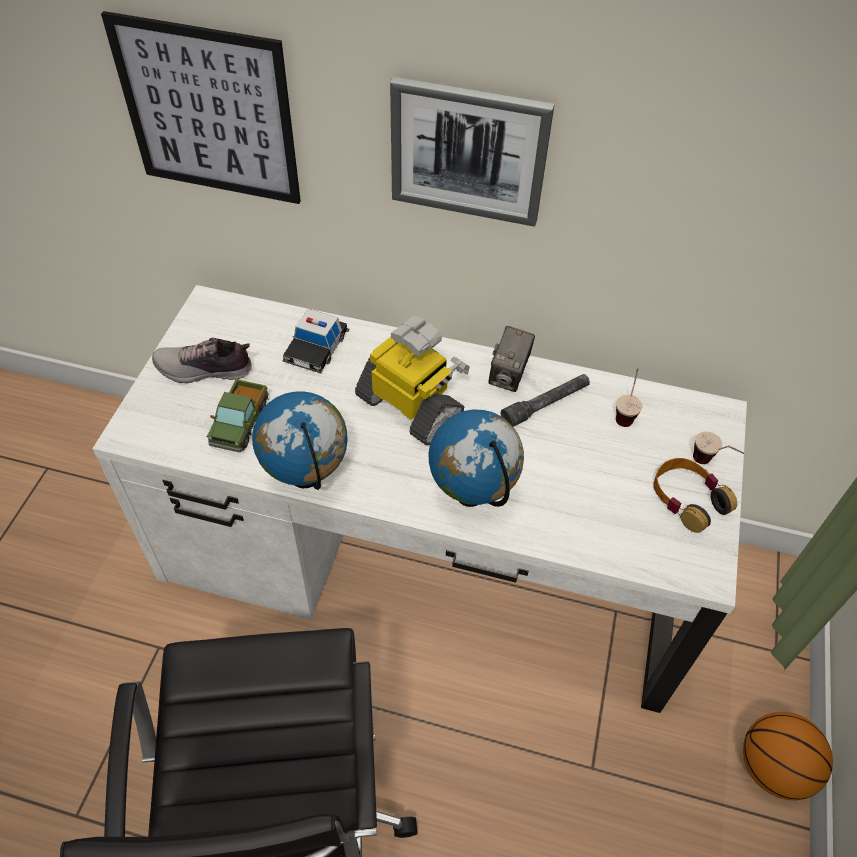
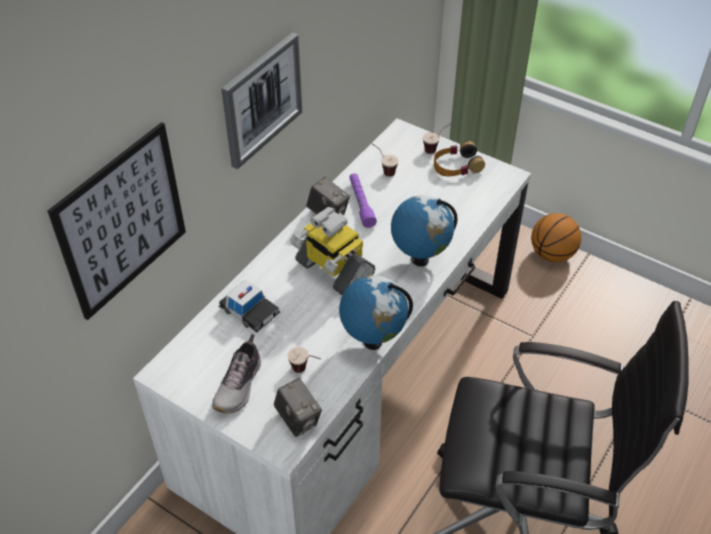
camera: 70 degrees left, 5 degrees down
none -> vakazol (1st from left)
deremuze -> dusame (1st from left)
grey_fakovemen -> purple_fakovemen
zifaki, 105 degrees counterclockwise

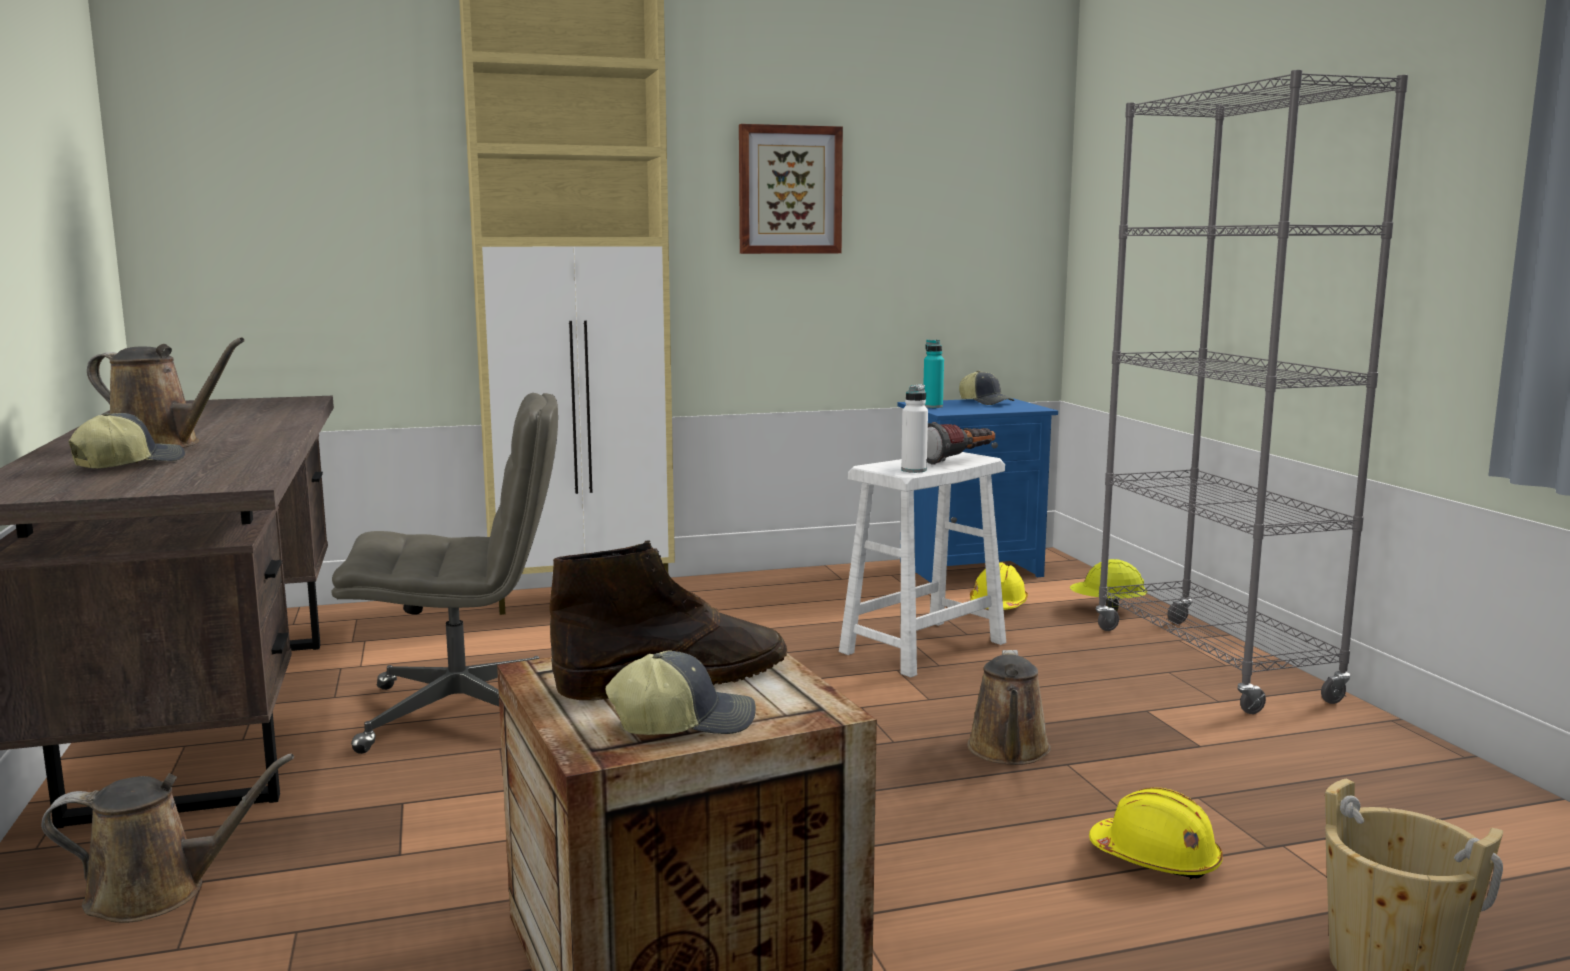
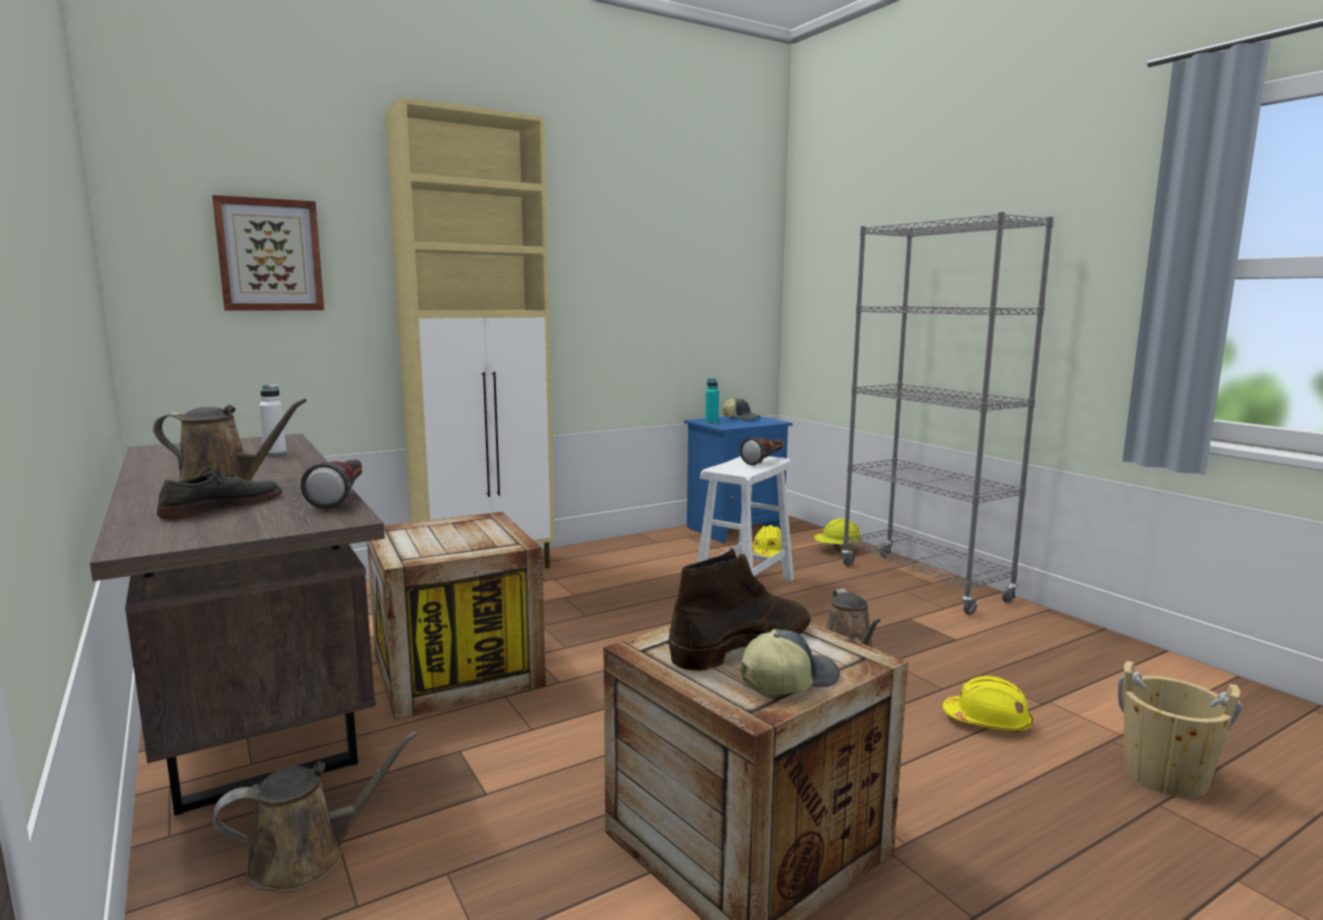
camera: 15 degrees left, 0 degrees up
none -> fakovemen (1st from left)
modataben, moved
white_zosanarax, moved
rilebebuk (1st from left) -> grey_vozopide
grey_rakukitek -> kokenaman (1st from left)

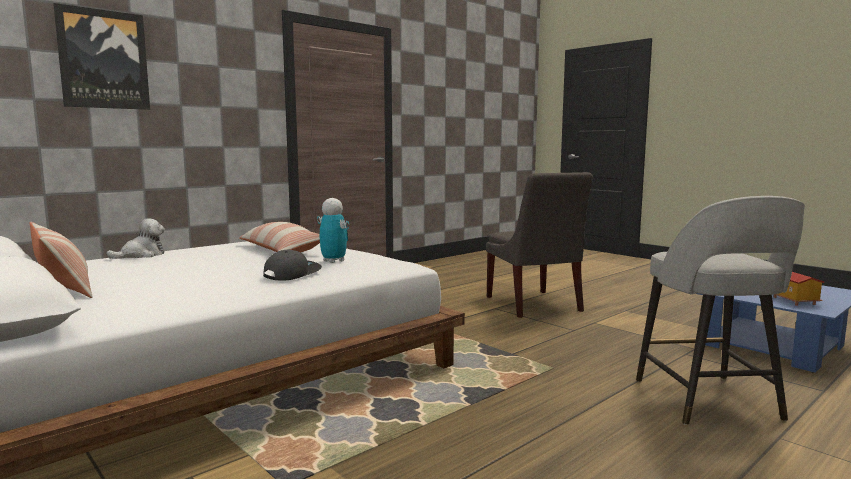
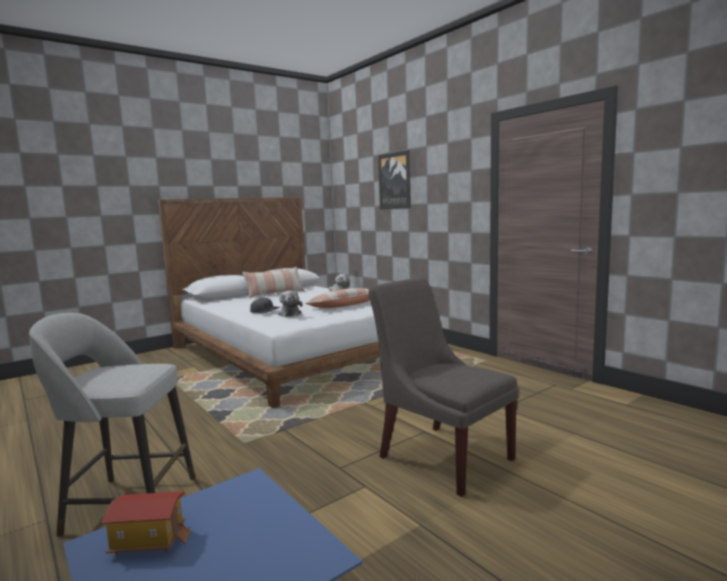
camera: 95 degrees right, 0 degrees up
zifaki -> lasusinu (1st from left)
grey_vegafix, 60 degrees clockwise

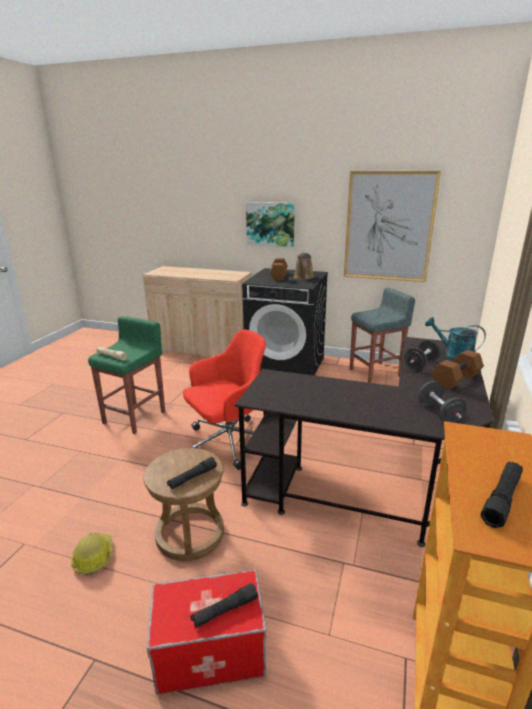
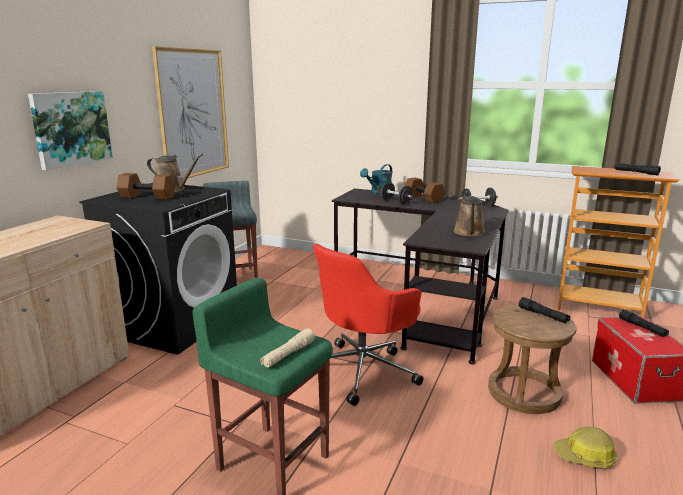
camera: 85 degrees left, 5 degrees down
none -> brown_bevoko (2nd from left)
red_rakukitek, 105 degrees counterclockwise

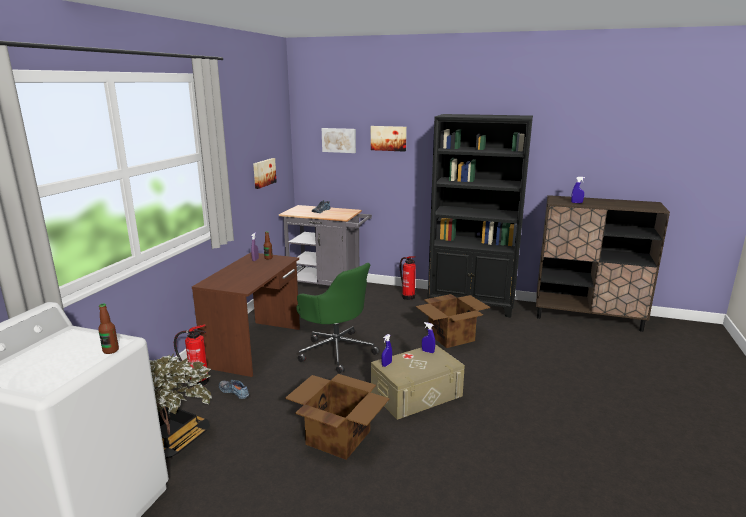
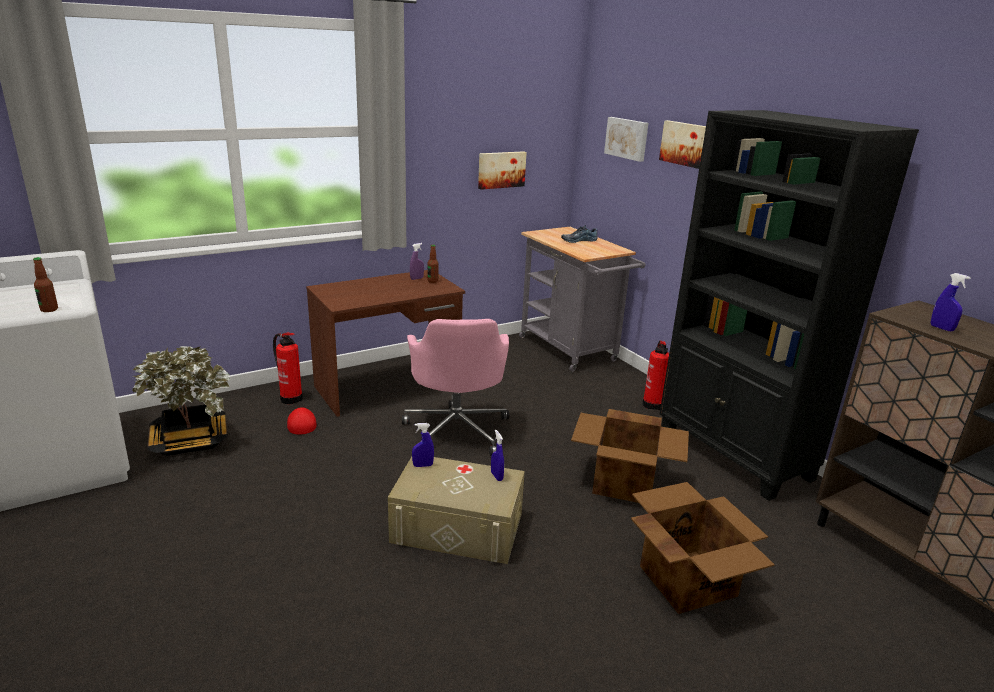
camera: 40 degrees right, 5 degrees up
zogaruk (1st from left in the first image) -> zogaruk (2nd from left), moved
vozopide (1st from left) -> red_rilebebuk
green_rakukitek -> pink_rakukitek

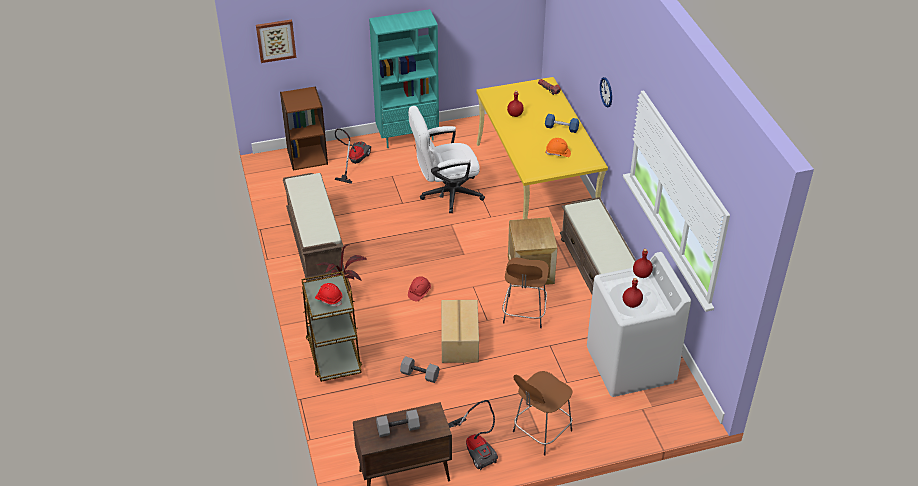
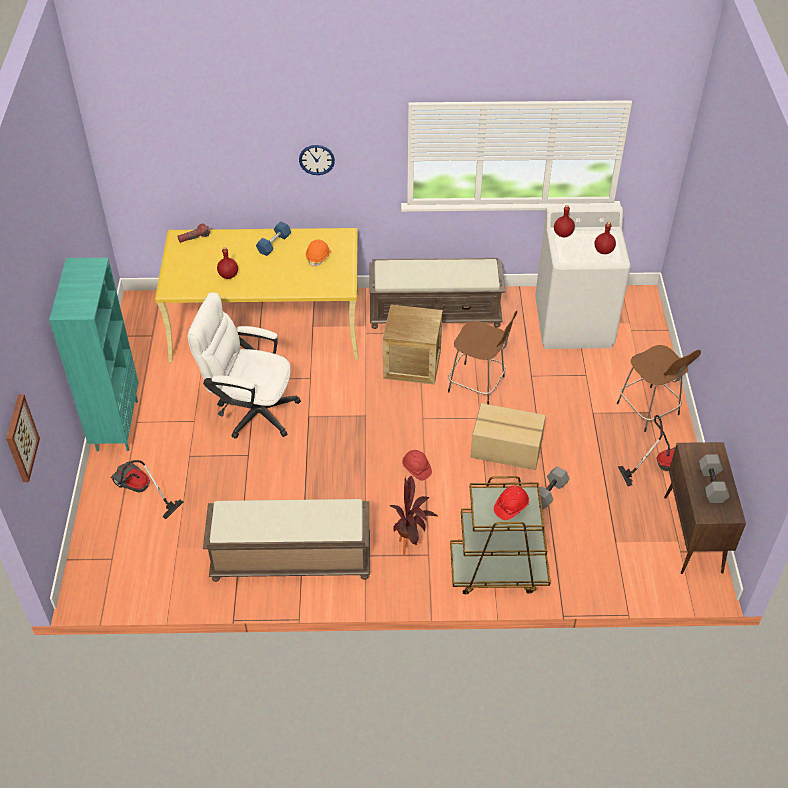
camera: 75 degrees left, 5 degrees up
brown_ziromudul -> none
white_rakukitek, 105 degrees clockwise

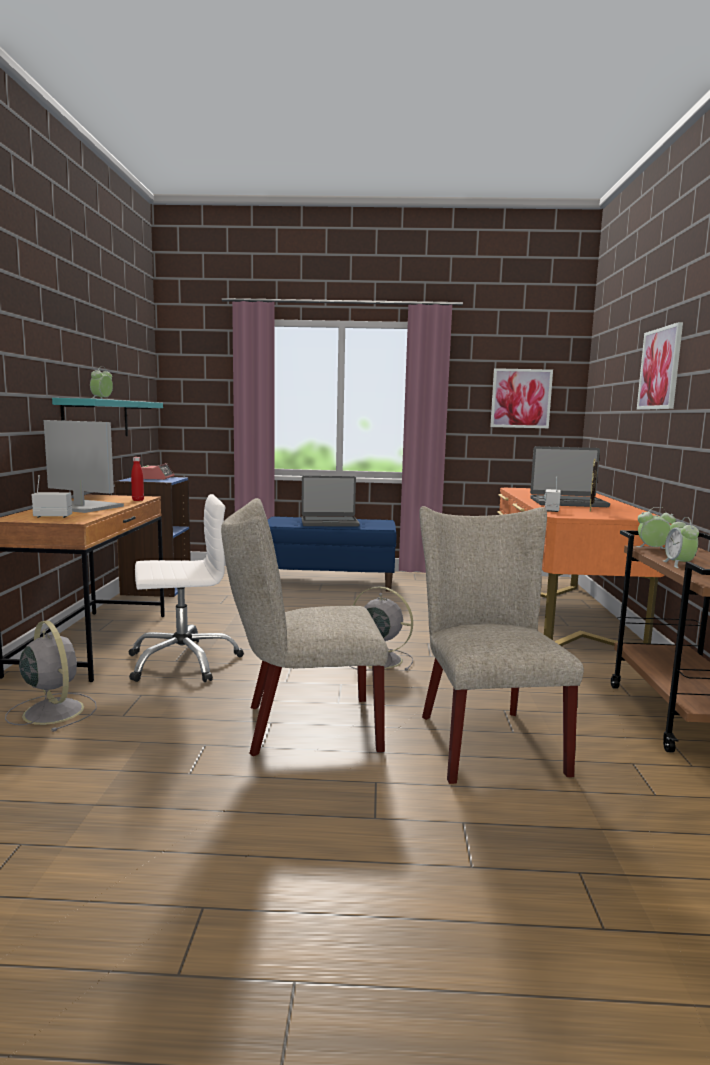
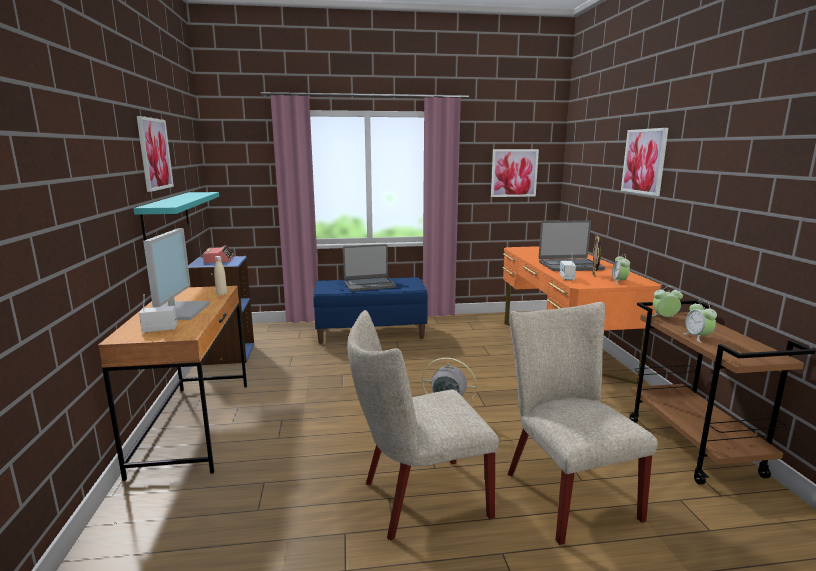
camera: 10 degrees left, 5 degrees up
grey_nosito (1st from left) -> none
white_rakukitek -> none
none -> modataben (1st from left)
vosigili (1st from left in the first image) -> vosigili (2nd from left), moved
red_zosanarax -> beige_zosanarax
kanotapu, 75 degrees clockwise

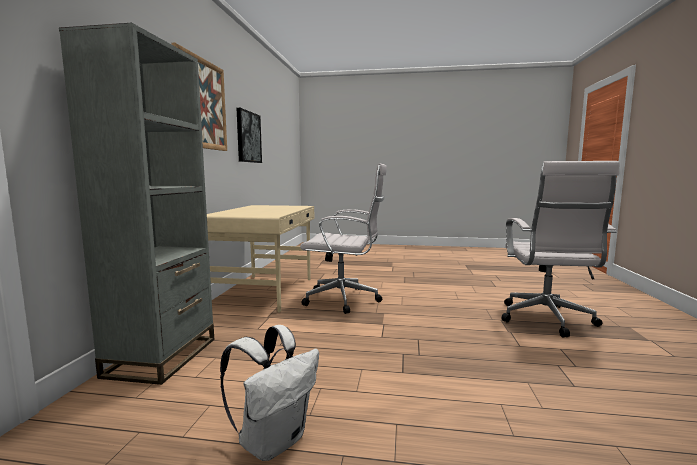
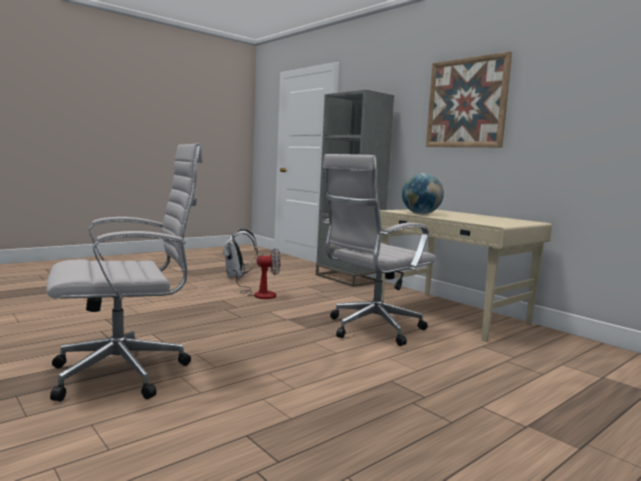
camera: 130 degrees right, 0 degrees up
modataben (2nd from left) -> none
none -> nosito
none -> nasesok
white_rakukitek (2nd from left in the first image) -> white_rakukitek (1st from left), 105 degrees clockwise

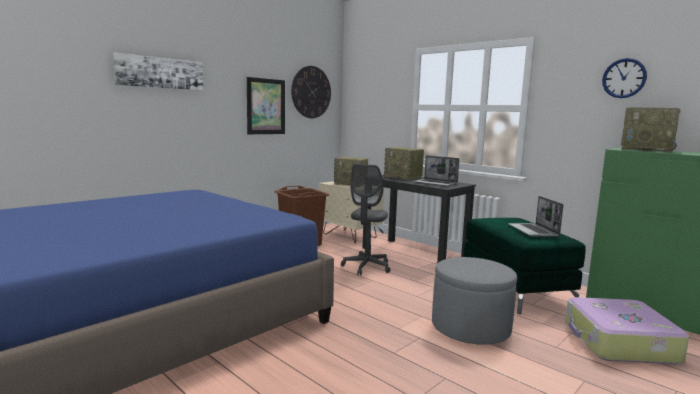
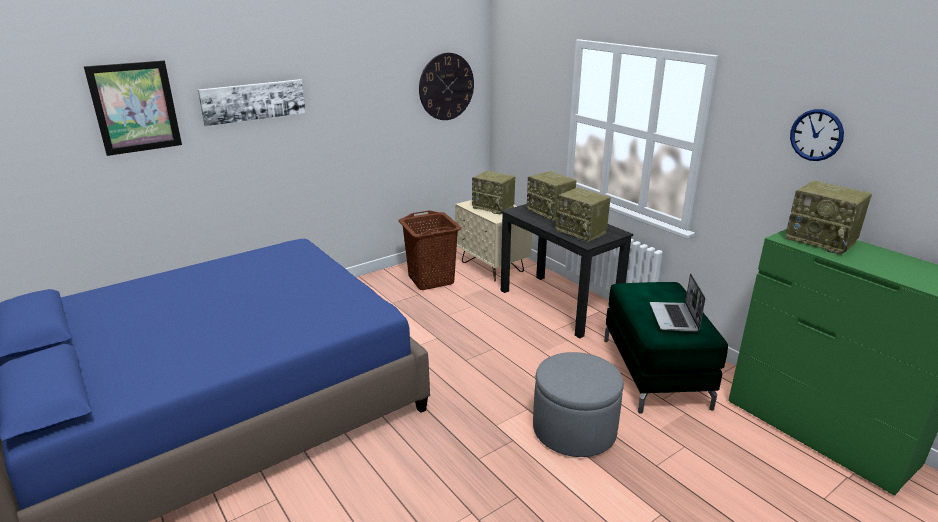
camera: 10 degrees right, 15 degrees up
grey_rakukitek -> none
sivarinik -> none
modataben (2nd from left in the first image) -> modataben (1st from left), moved
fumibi (1st from left) -> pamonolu (3rd from left)

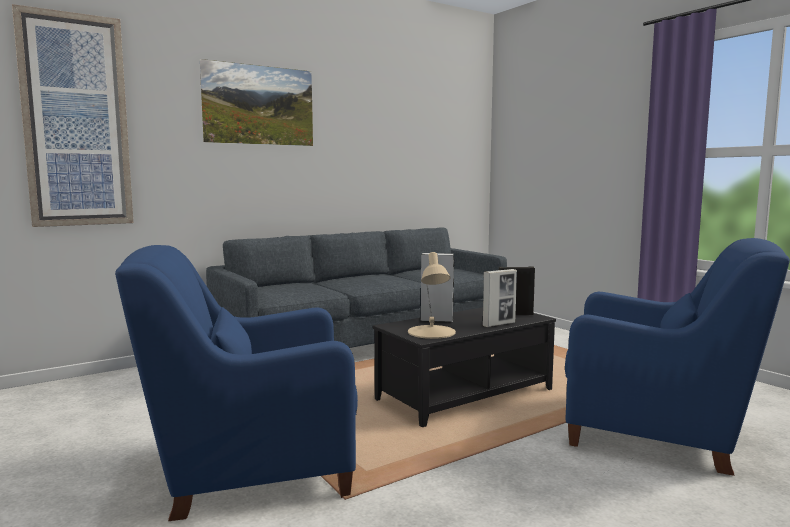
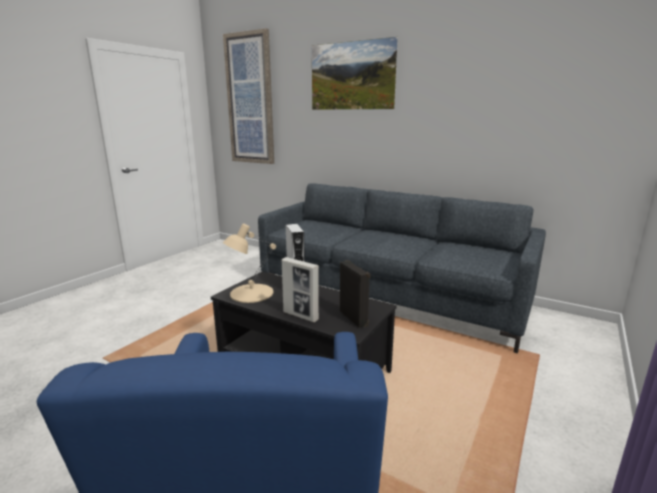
camera: 65 degrees right, 10 degrees up
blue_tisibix (1st from left) -> none

